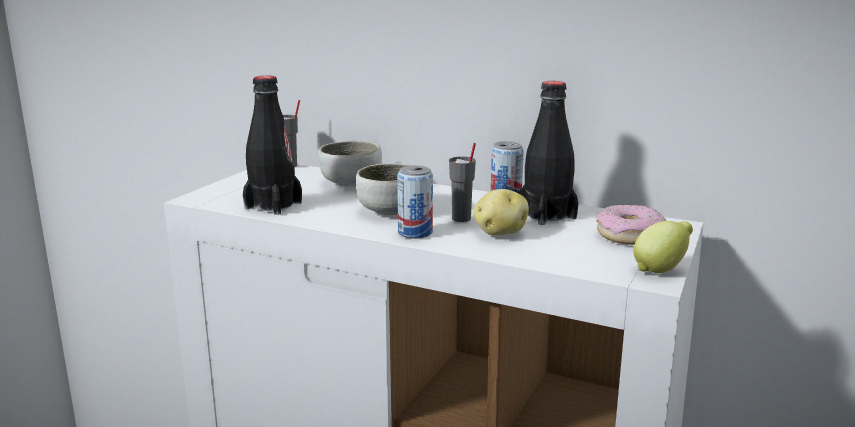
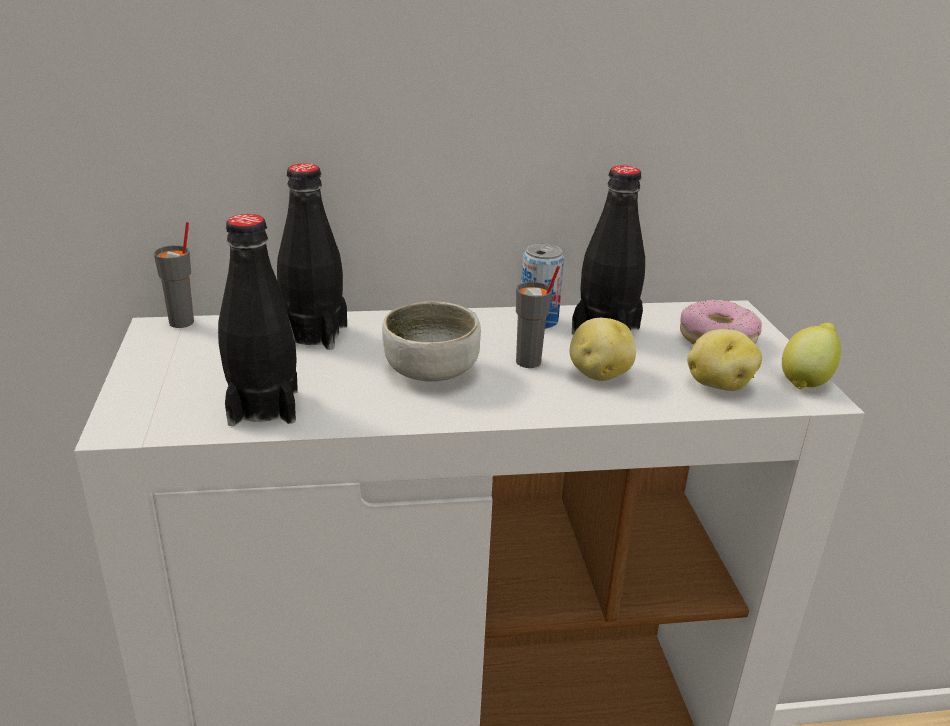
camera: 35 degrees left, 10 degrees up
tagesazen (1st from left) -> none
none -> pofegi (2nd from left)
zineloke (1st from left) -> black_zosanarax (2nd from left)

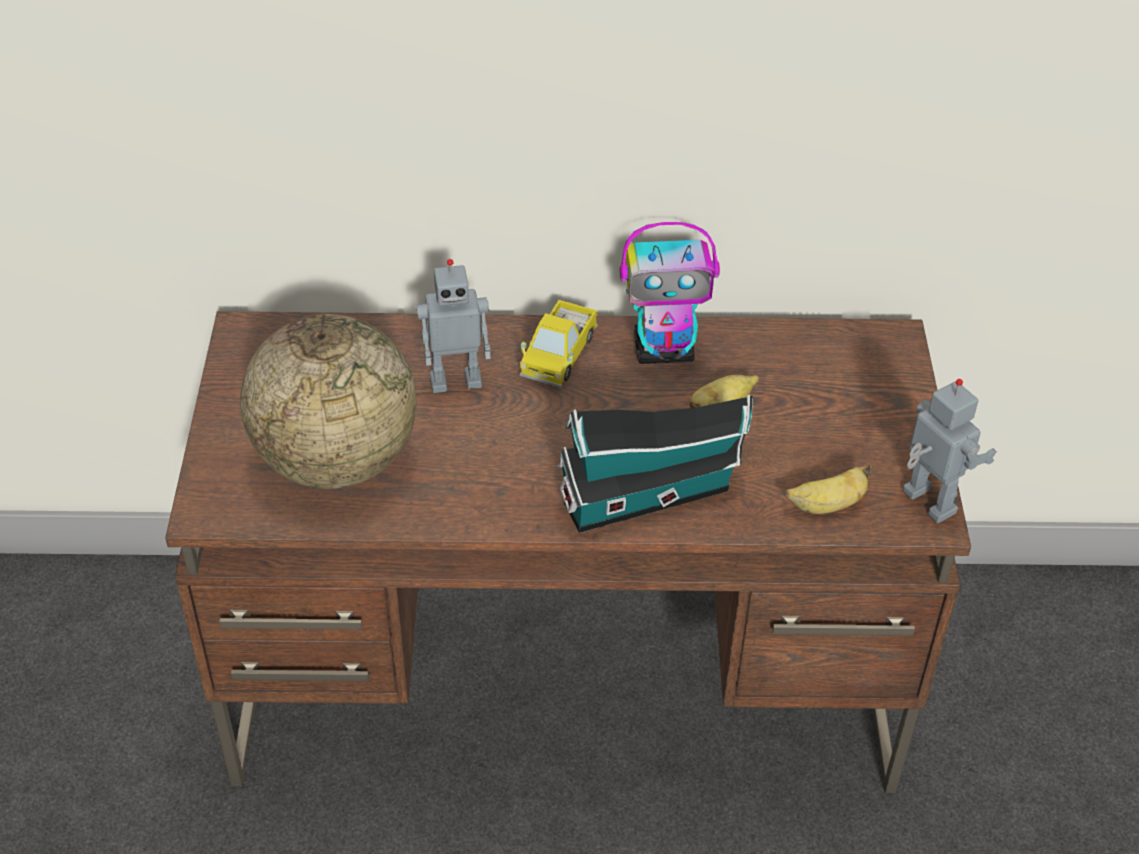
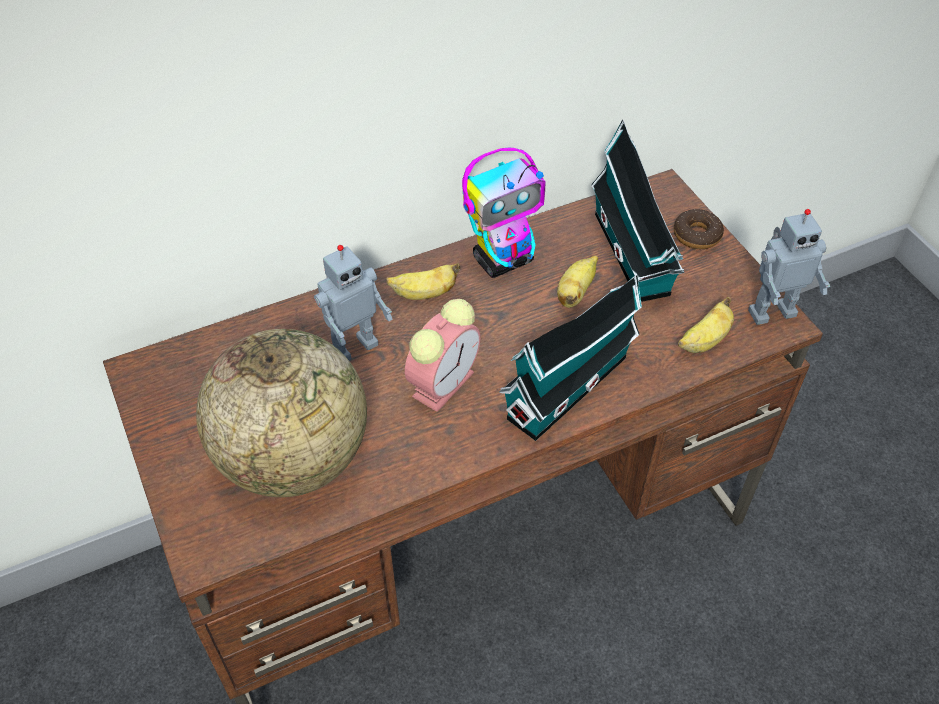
camera: 25 degrees left, 5 degrees up
none -> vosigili
none -> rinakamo (2nd from left)
none -> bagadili
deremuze -> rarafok (1st from left)
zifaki (3rd from left), 135 degrees clockwise

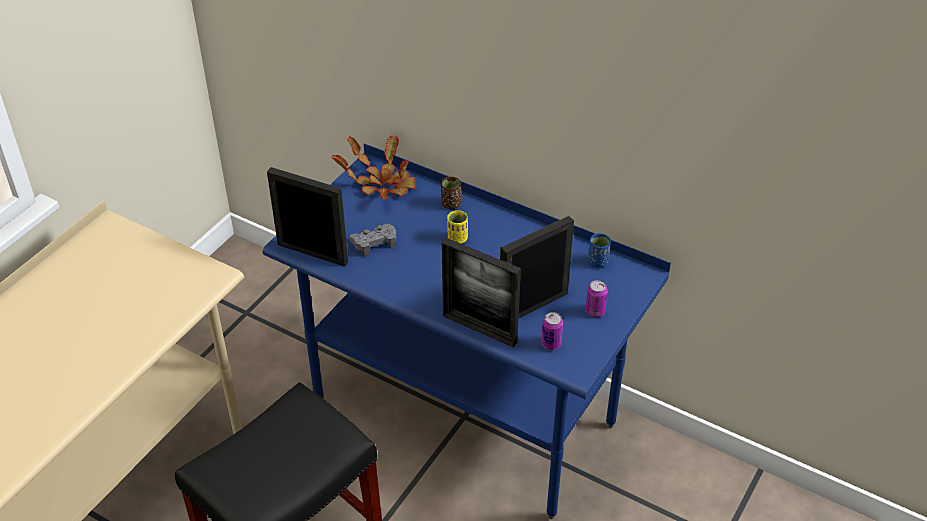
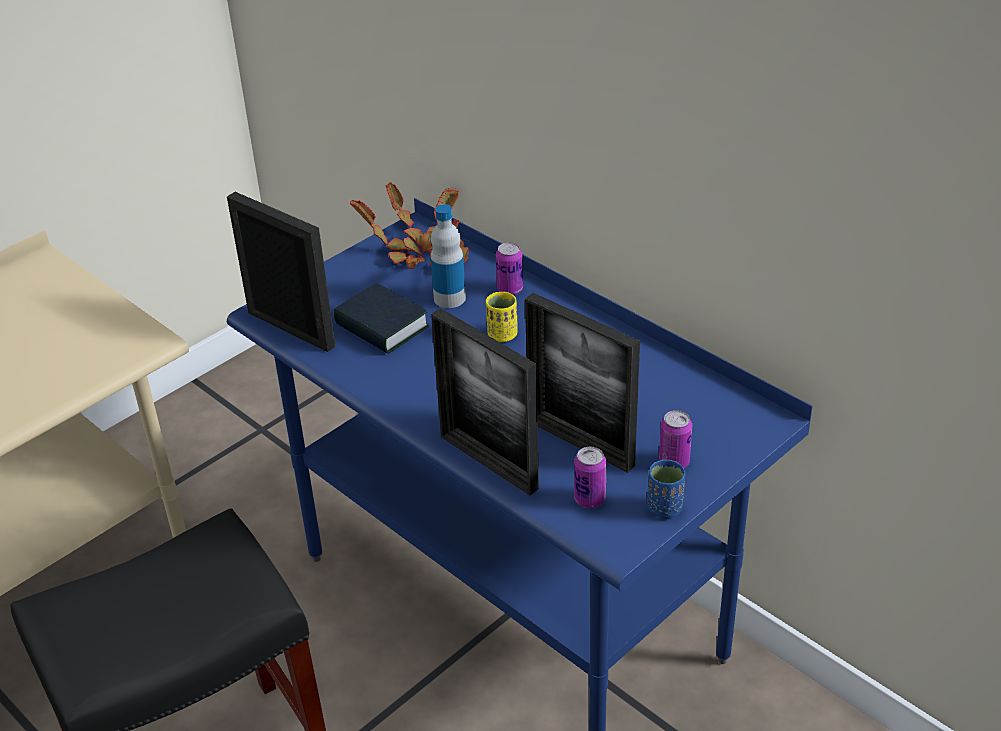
camera: 15 degrees right, 5 degrees down
none -> zosanarax
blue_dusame, moved
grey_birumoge -> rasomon
brown_dusame -> tagesazen (1st from left)
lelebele (3rd from left), 120 degrees counterclockwise

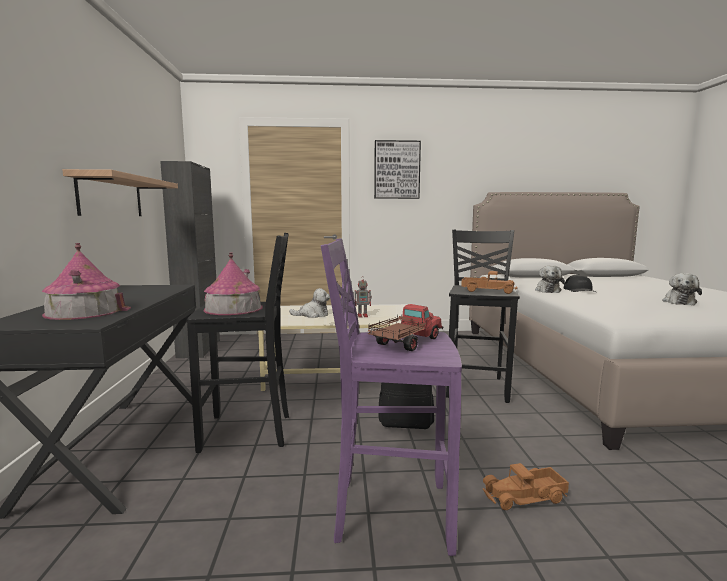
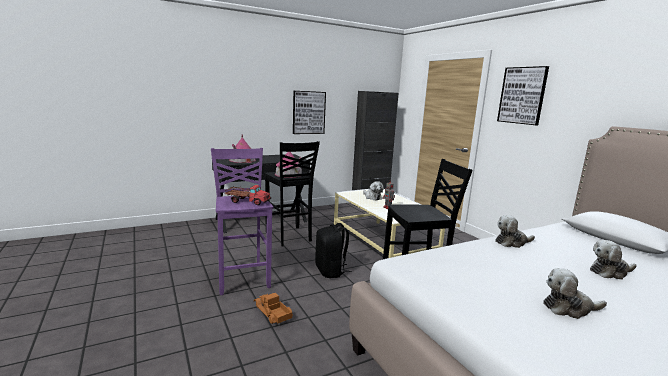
camera: 65 degrees right, 5 degrees up
deremuze (2nd from left) -> none
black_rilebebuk -> none
none -> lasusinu (4th from left)
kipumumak -> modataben (1st from left)

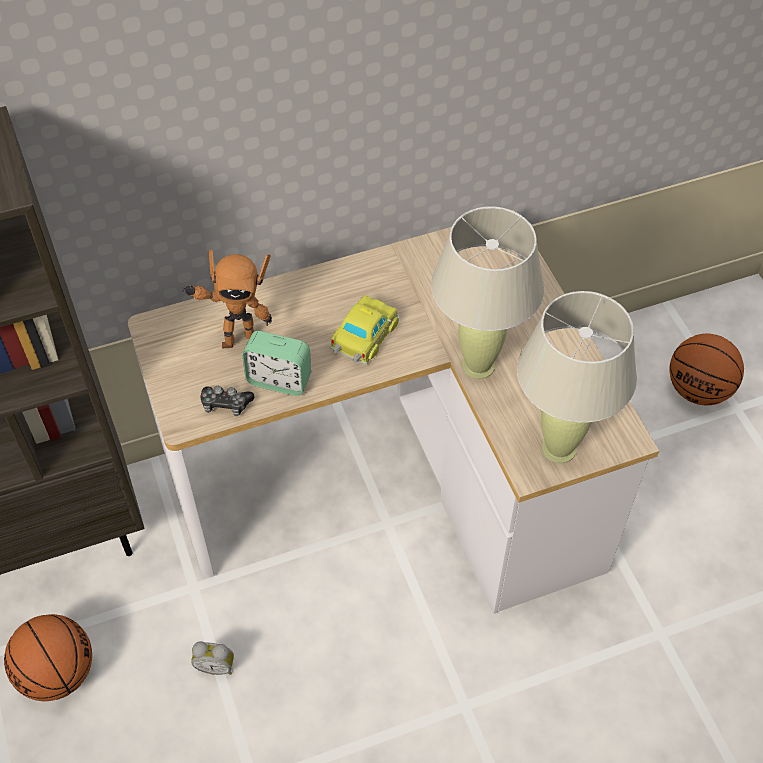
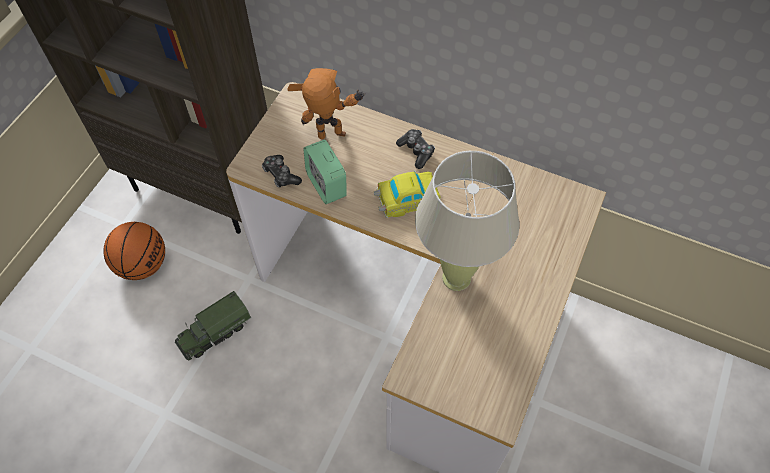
camera: 45 degrees right, 5 degrees up
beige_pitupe (2nd from left) -> none
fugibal (2nd from left) -> none
none -> birumoge (2nd from left)
vosigili (1st from left) -> deremuze
zifaki, 150 degrees clockwise

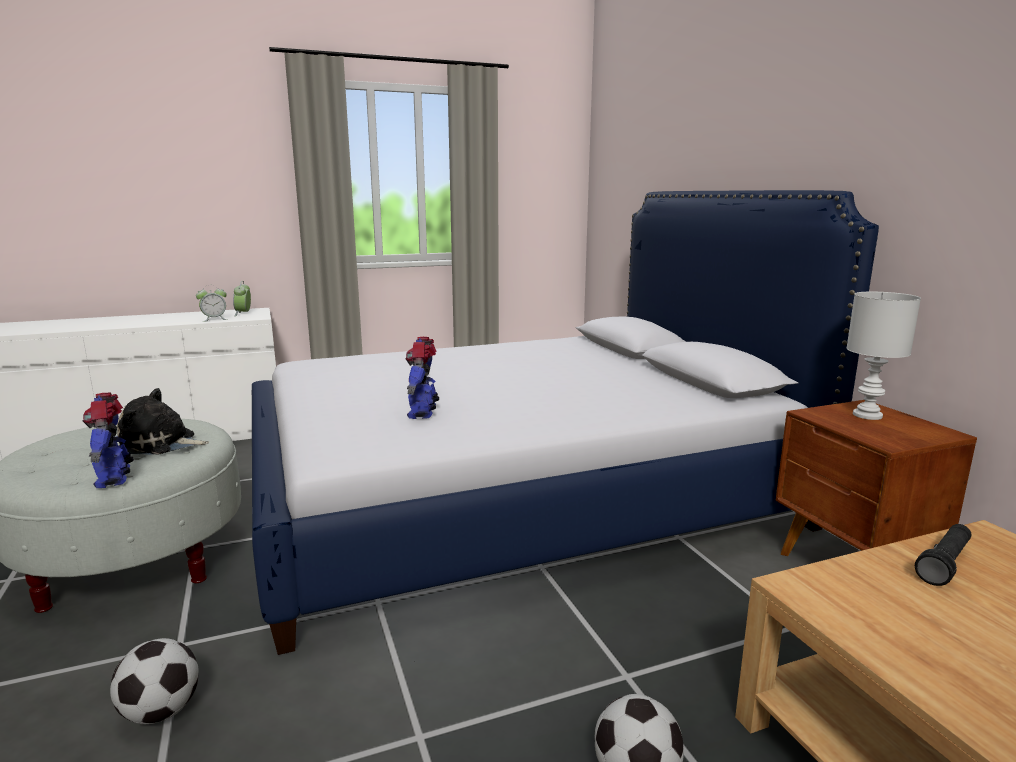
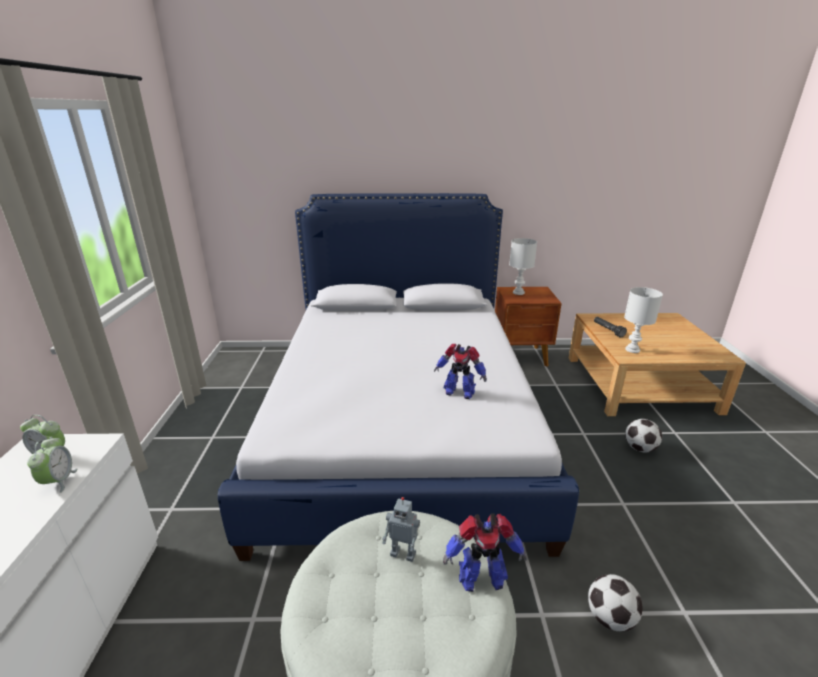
camera: 70 degrees left, 10 degrees up
none -> white_pitupe (2nd from left)
lasusinu -> zifaki (1st from left)

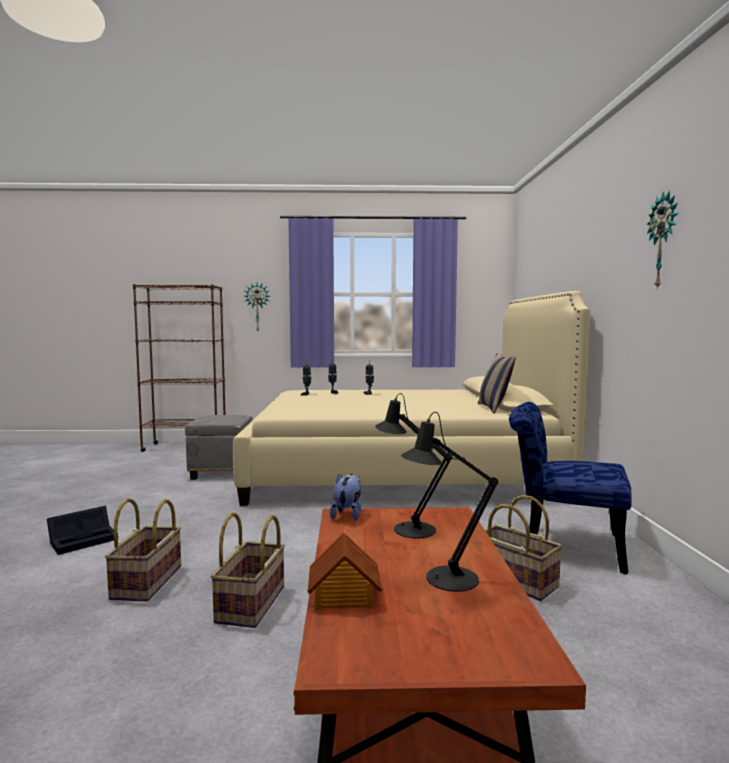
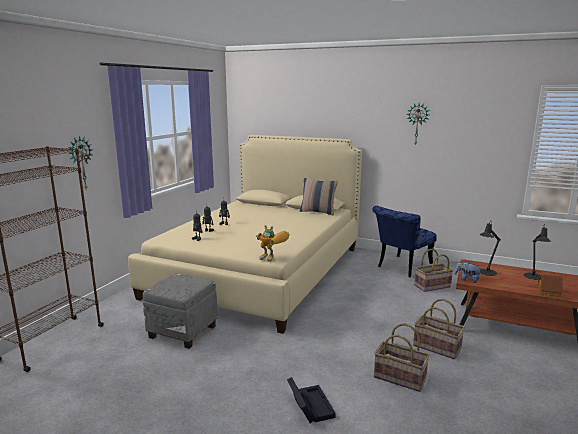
camera: 65 degrees left, 10 degrees up
none -> zifaki (4th from left)

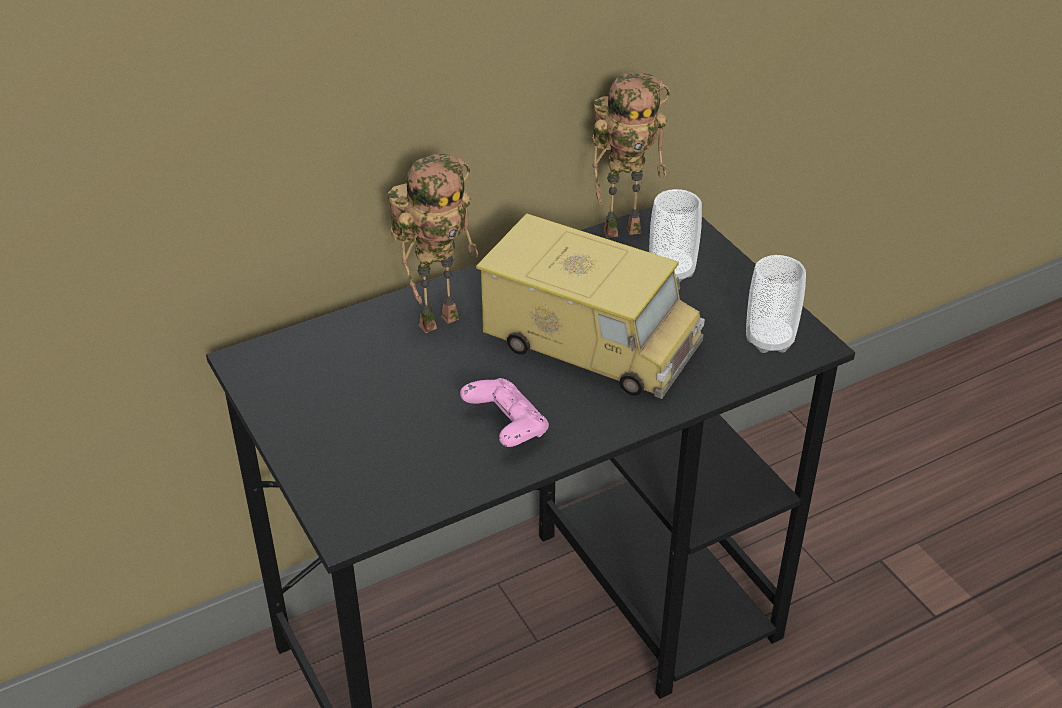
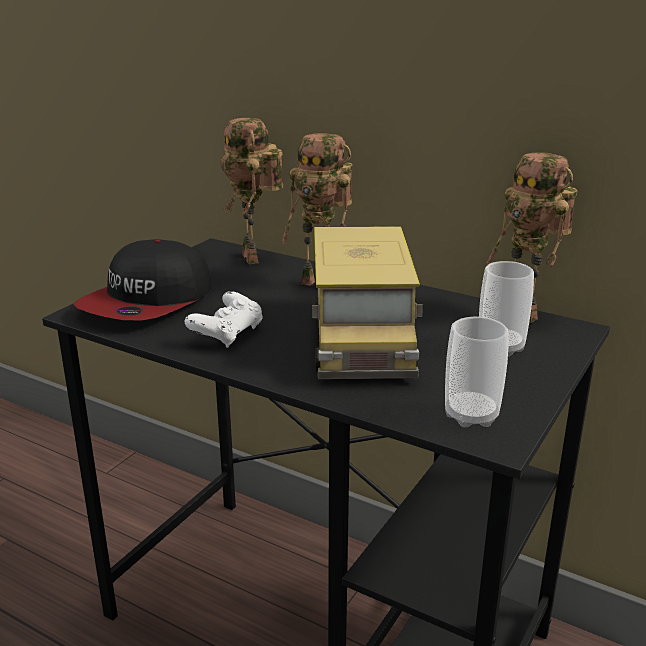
camera: 60 degrees right, 15 degrees down
none -> rilebebuk
none -> zifaki (1st from left)
pink_birumoge -> white_birumoge

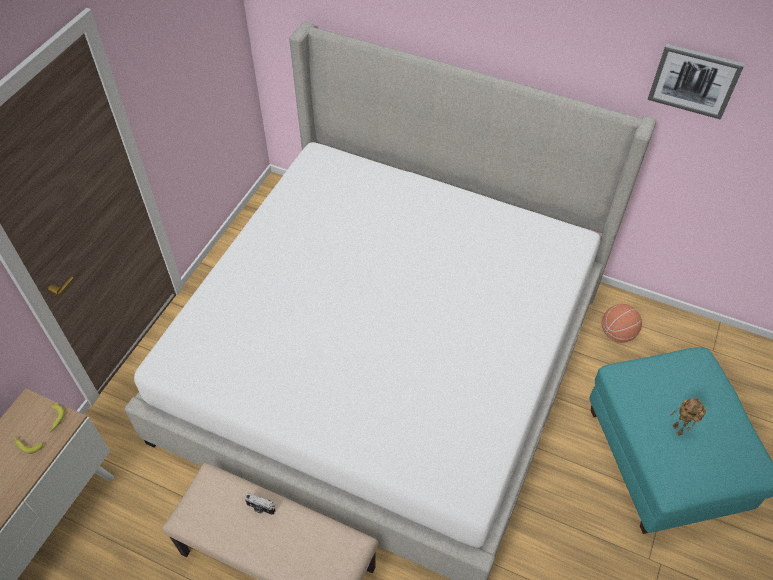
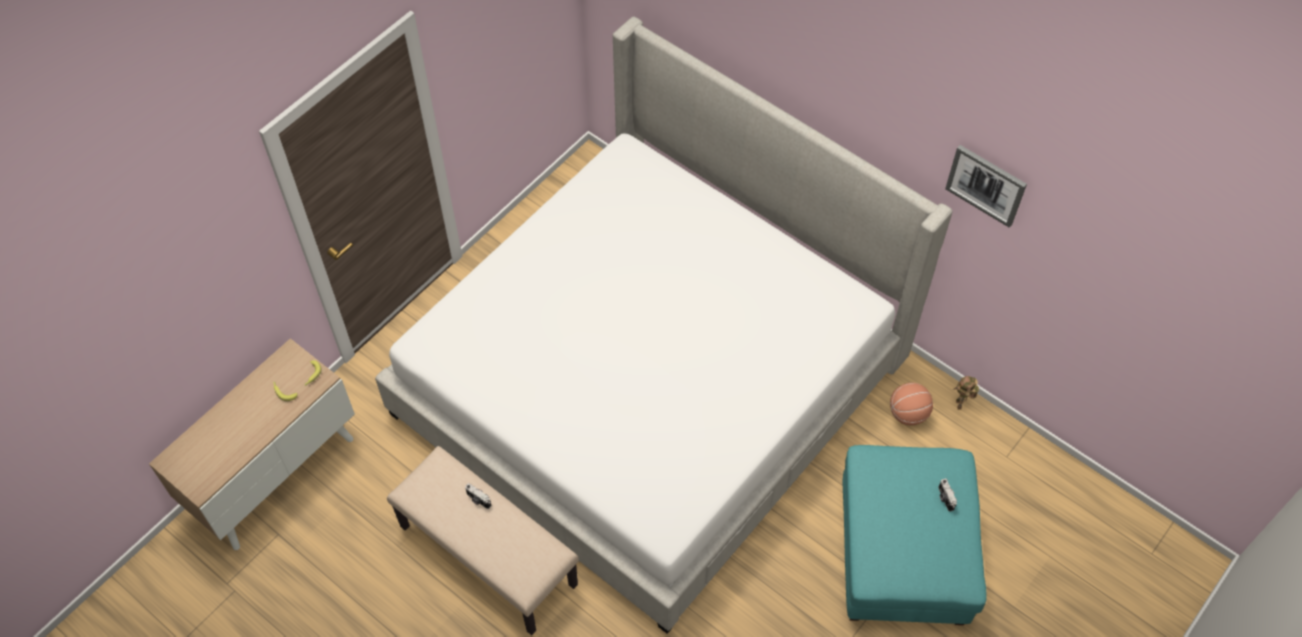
camera: 15 degrees right, 5 degrees up
none -> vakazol (2nd from left)
zifaki, moved

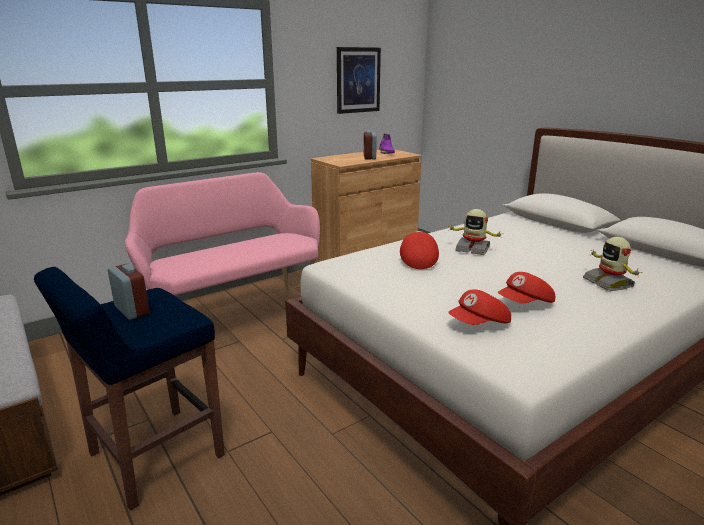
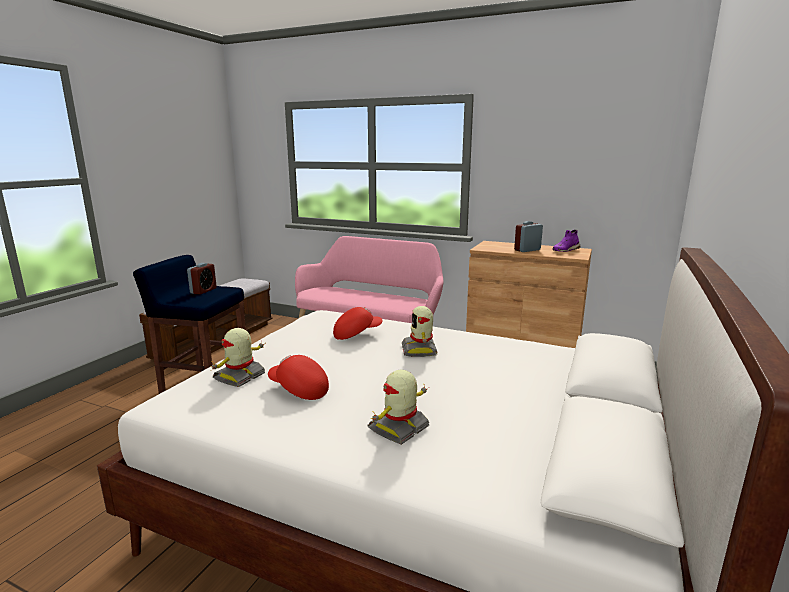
camera: 60 degrees right, 5 degrees down
modataben -> none
red_rilebebuk (2nd from left) -> zifaki (1st from left)

